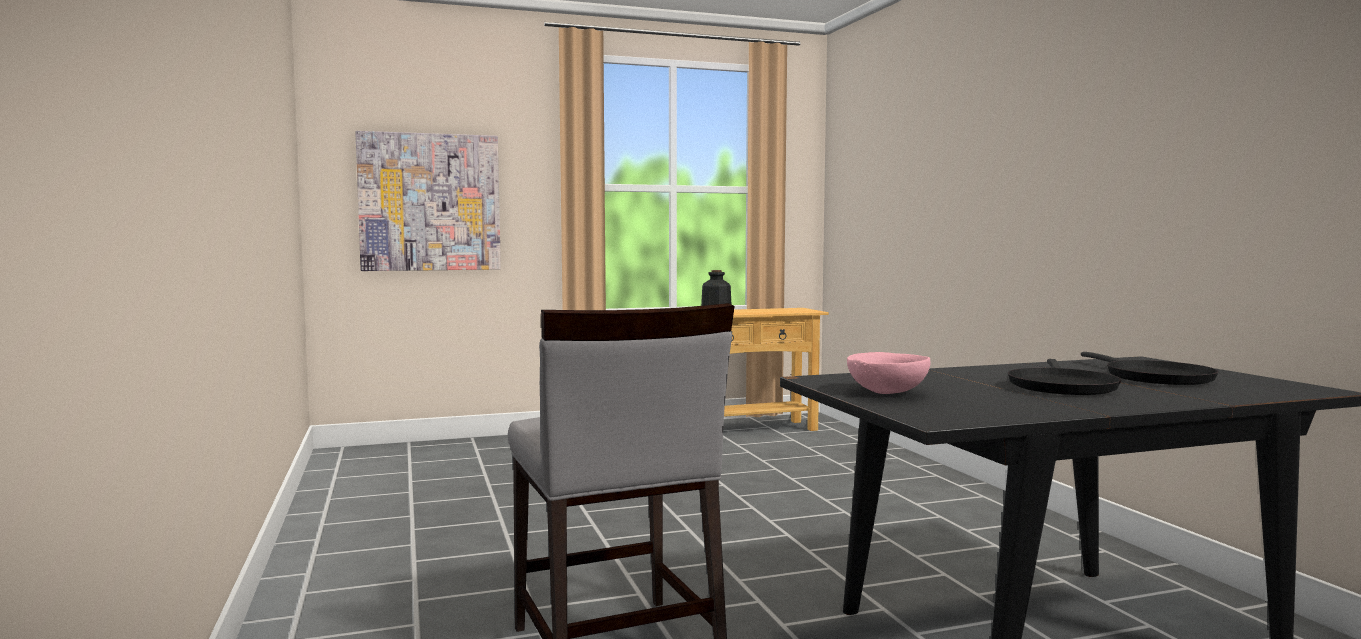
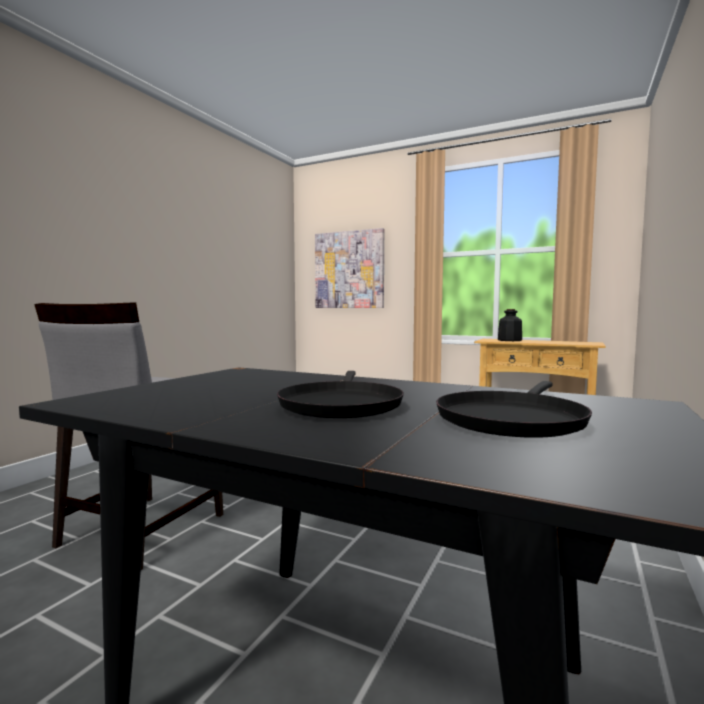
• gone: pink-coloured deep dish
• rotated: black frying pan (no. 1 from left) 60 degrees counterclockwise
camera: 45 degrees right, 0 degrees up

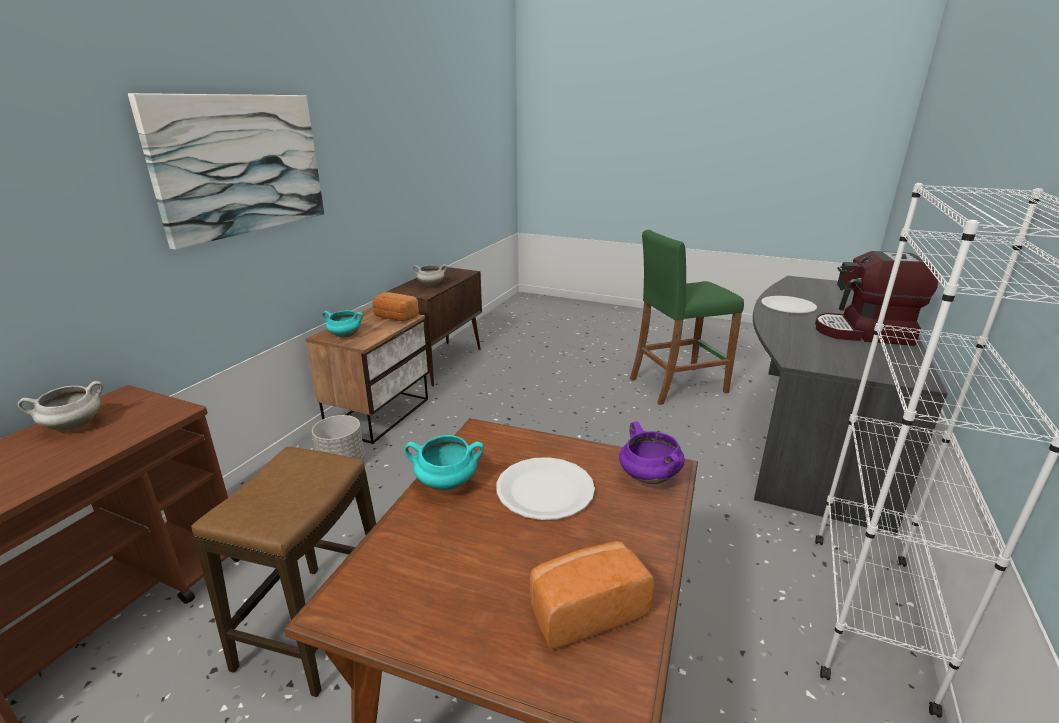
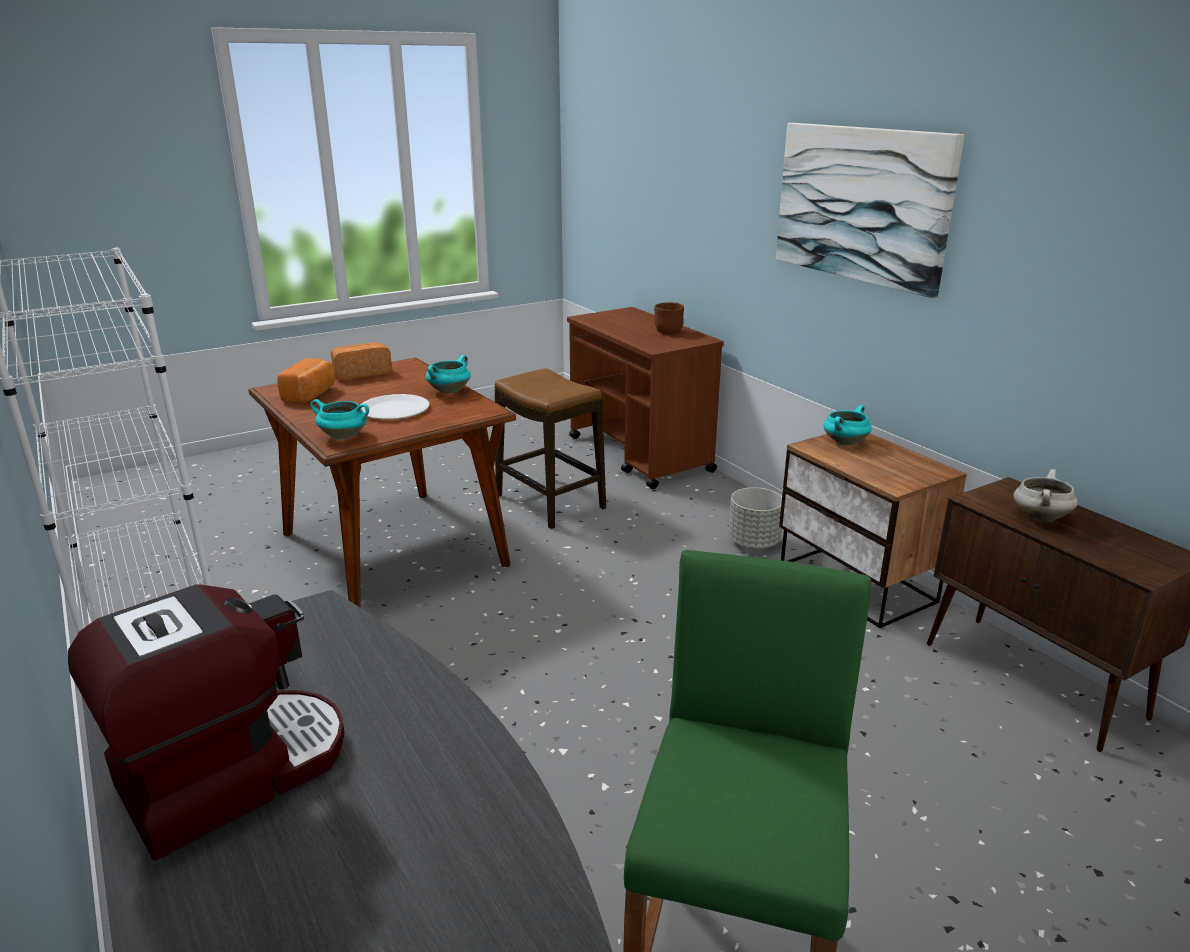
• shifted: bakery bread (no. 1 from left in the first image) to bakery bread (no. 2 from left)
• gone: whitish dinner plate (no. 2 from left)
• swapped: whitish saucepot (no. 1 from left) to brown-coloured deep dish
• repainted: purple-coloured saucepot to turquoise-coloured saucepot (no. 1 from left)
camera: 125 degrees right, 0 degrees up

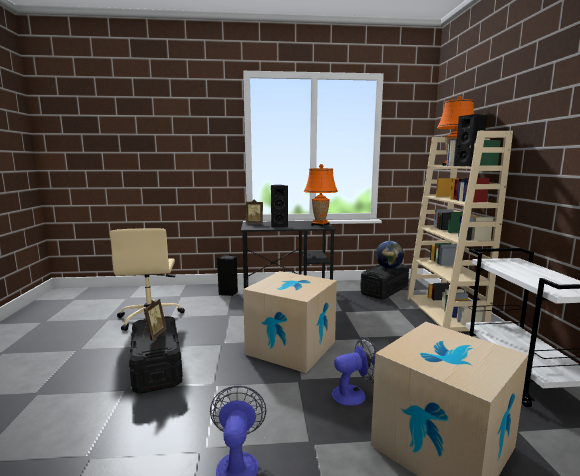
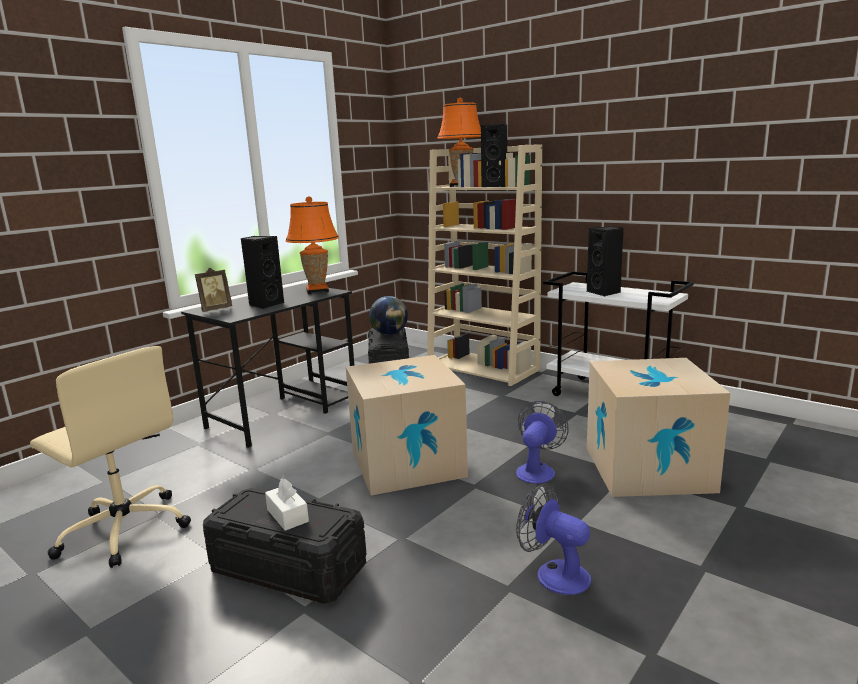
• shifted: black speaker (no. 1 from left in the first image) to black speaker (no. 3 from left)
• swapped: photo frame (no. 1 from left) to whitish tissue box
camera: 45 degrees left, 5 degrees up

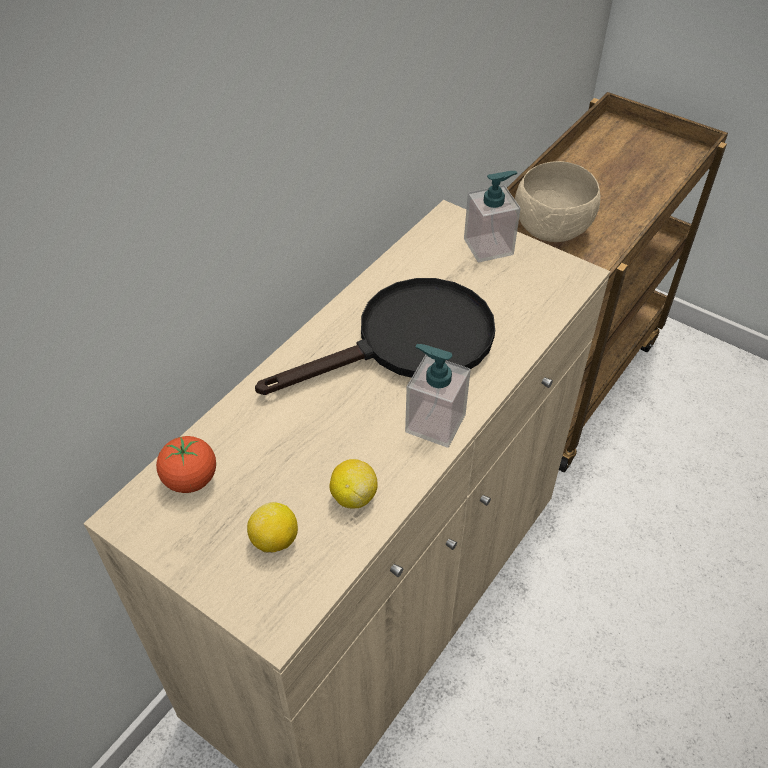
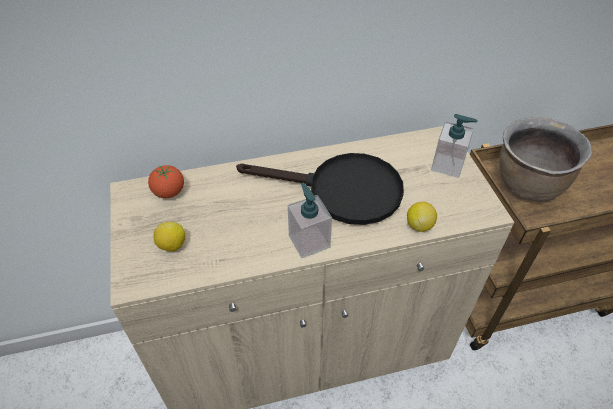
• swapped: beige deep dish to brown-coloured saucepot
• shifted: whole lemon (no. 2 from left)
camera: 40 degrees right, 0 degrees up

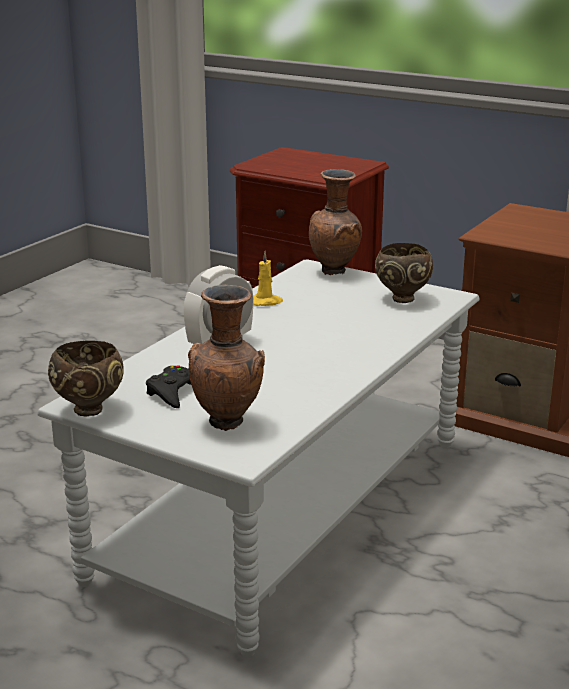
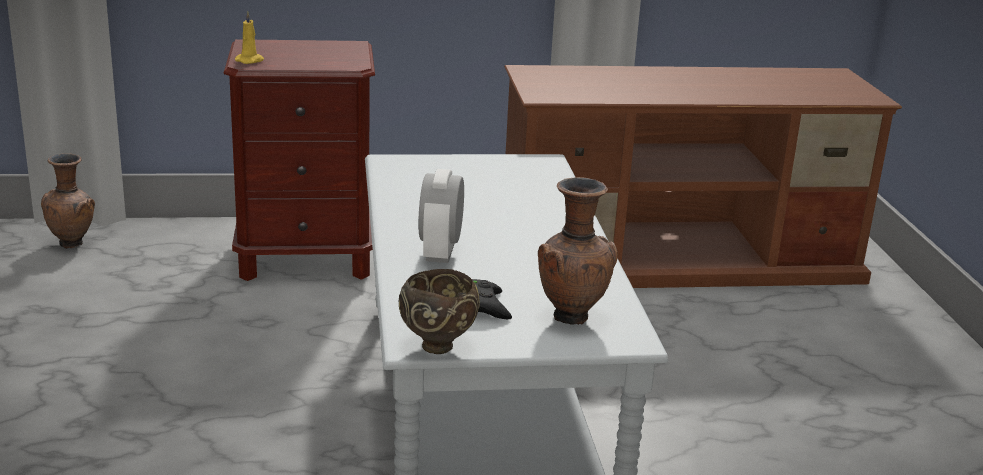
• shifted: brown-coloured vase (no. 2 from left in the first image) to brown-coloured vase (no. 1 from left)
• gone: brown-coloured deep dish (no. 2 from left)
• shifted: yellow candle
camera: 40 degrees left, 0 degrees up

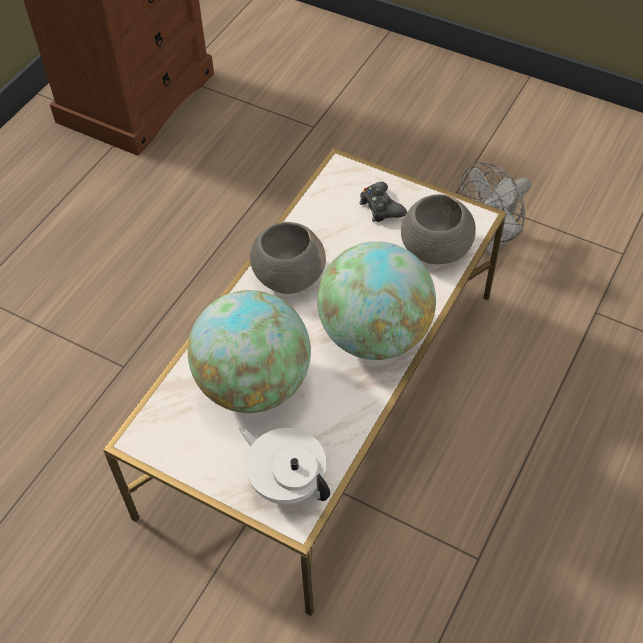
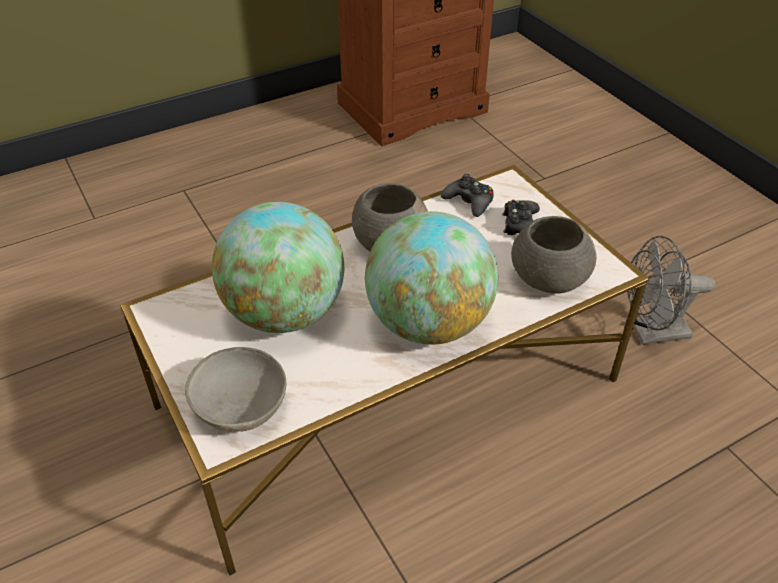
• swapped: whitish pot for tea to greyish deep dish (no. 1 from left)
• new: black joypad (no. 1 from left)
camera: 30 degrees right, 10 degrees down

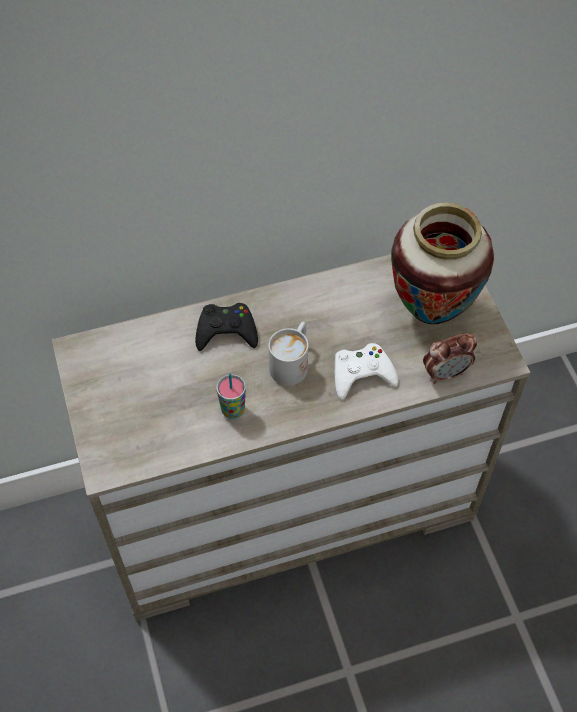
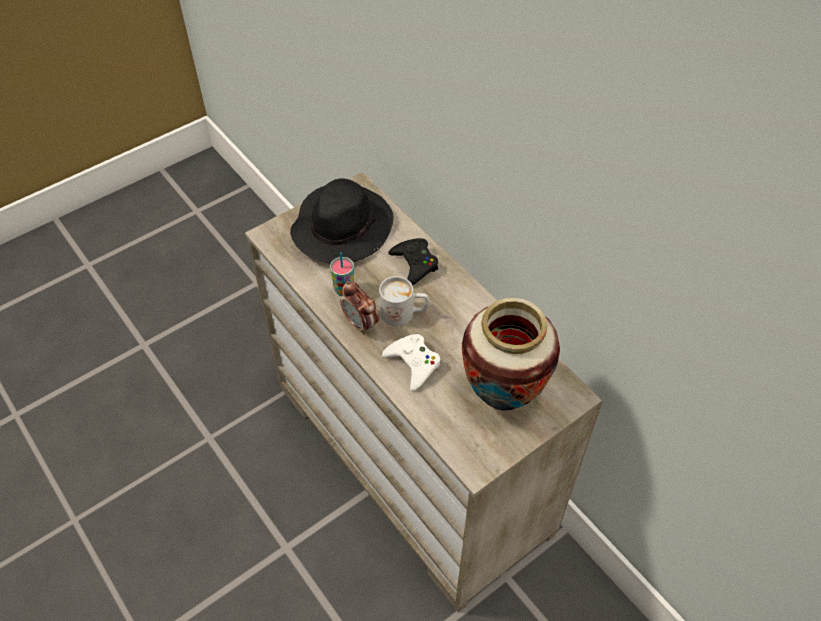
• shifted: table clock
• new: black hat
camera: 70 degrees right, 5 degrees down

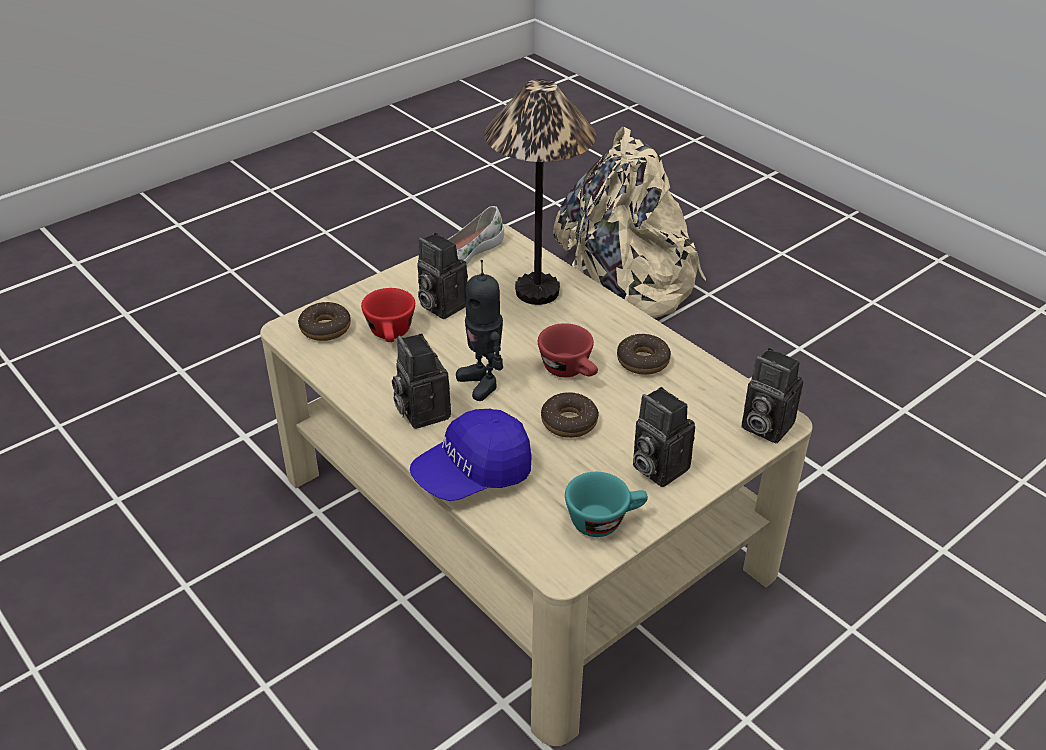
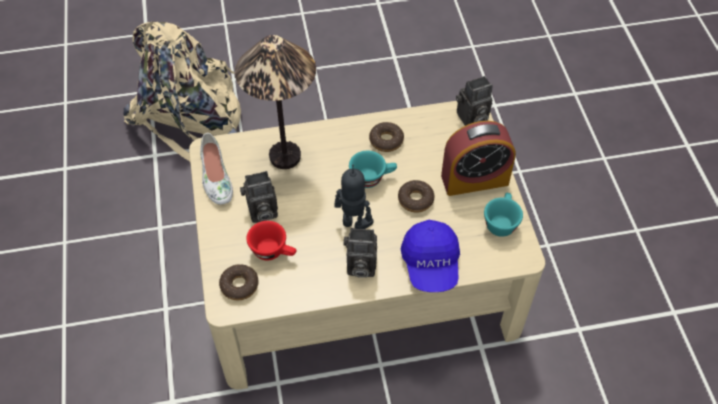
• rotated: toy robot 150 degrees counterclockwise
• repainted: red-coloured drinking cup (no. 2 from left) to turquoise-coloured drinking cup (no. 1 from left)
• swapped: still camera (no. 3 from left) to table clock
camera: 60 degrees left, 15 degrees up

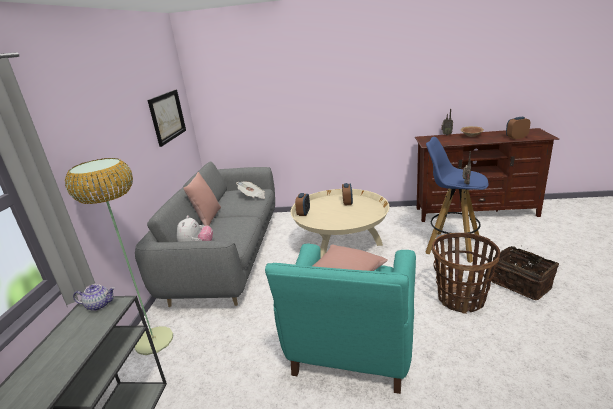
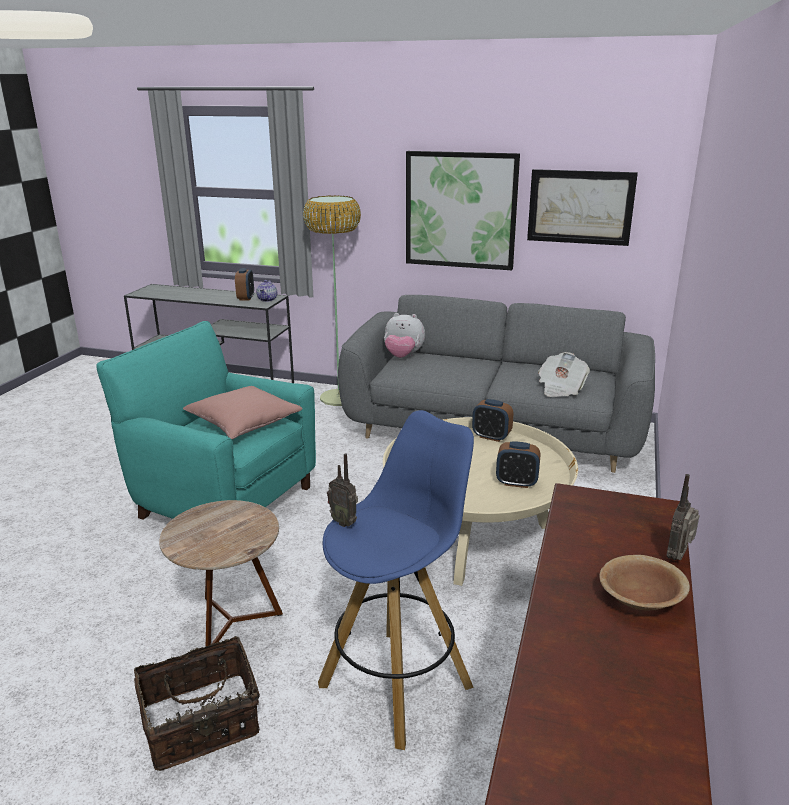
• shifted: table clock (no. 3 from left in the first image) to table clock (no. 1 from left)
• gone: pink-coloured cushion (no. 1 from left)
• swapped: household basket (no. 1 from left) to brown-coloured accent table
• new: wall art (no. 1 from left)
camera: 100 degrees right, 0 degrees up

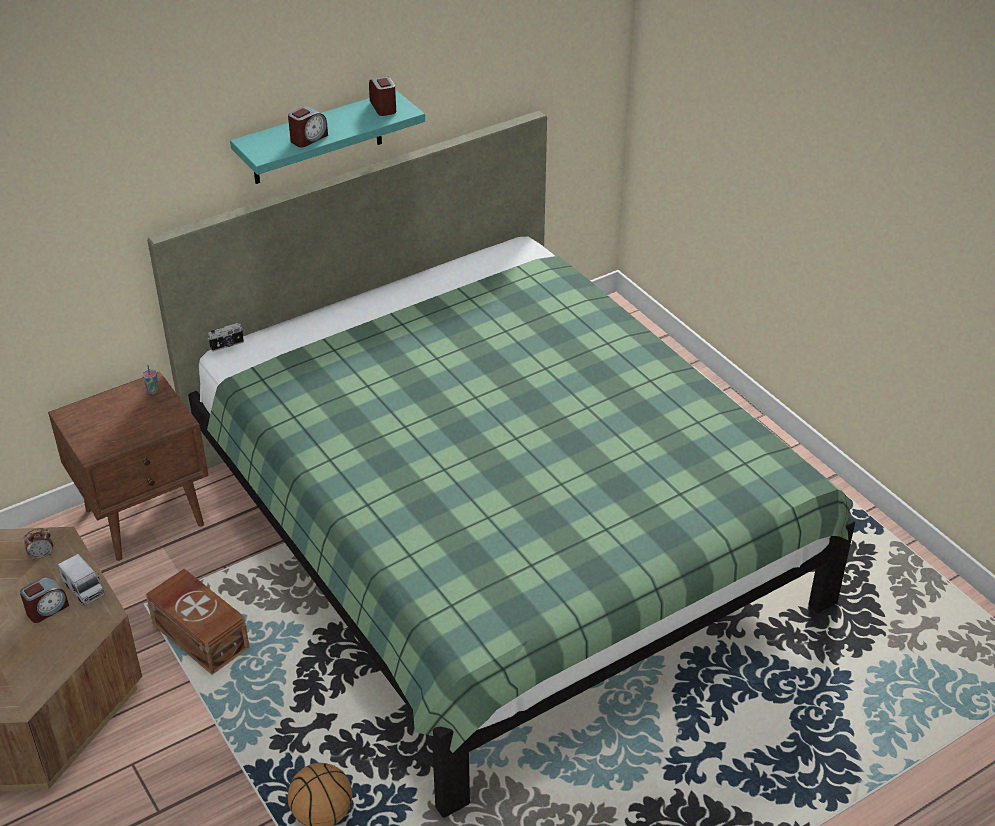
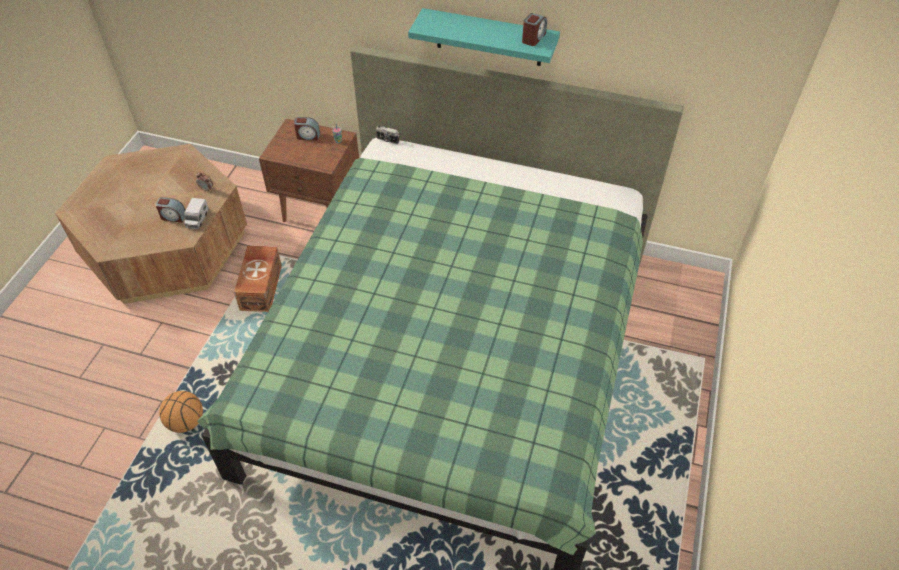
• shifted: table clock (no. 3 from left)
camera: 50 degrees right, 10 degrees up

